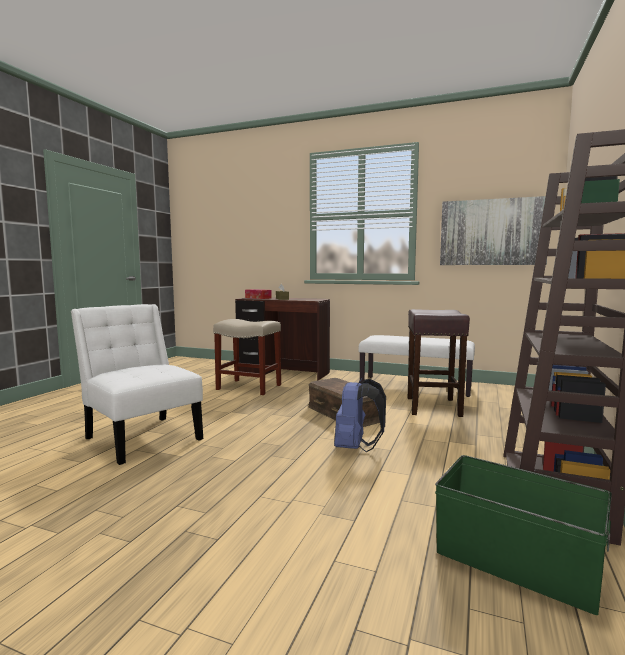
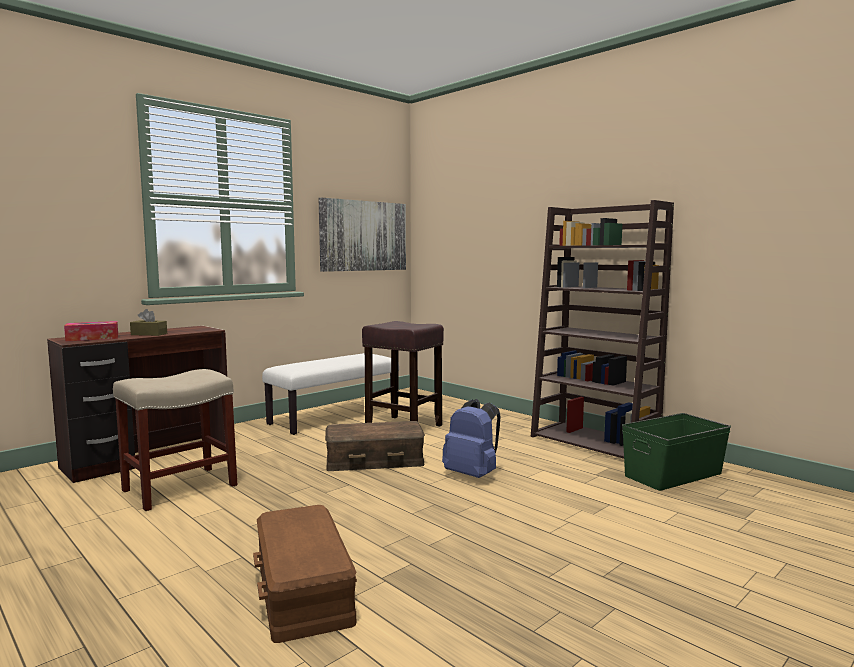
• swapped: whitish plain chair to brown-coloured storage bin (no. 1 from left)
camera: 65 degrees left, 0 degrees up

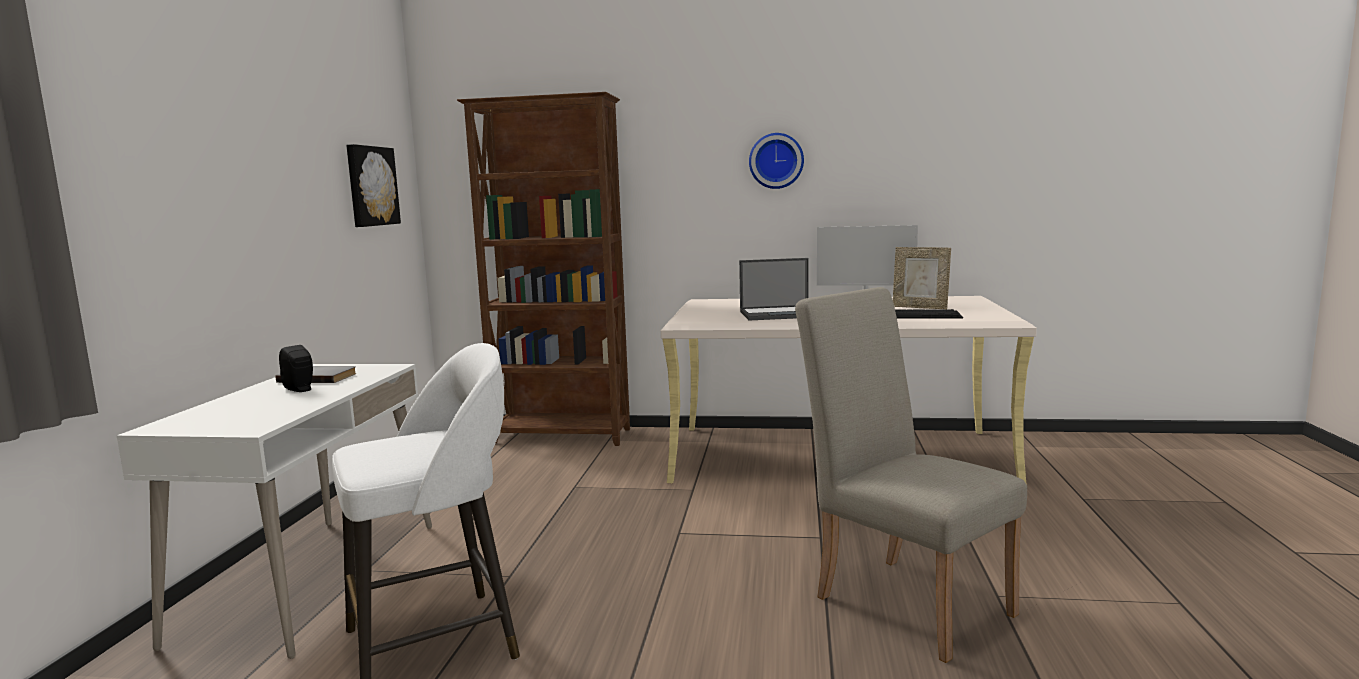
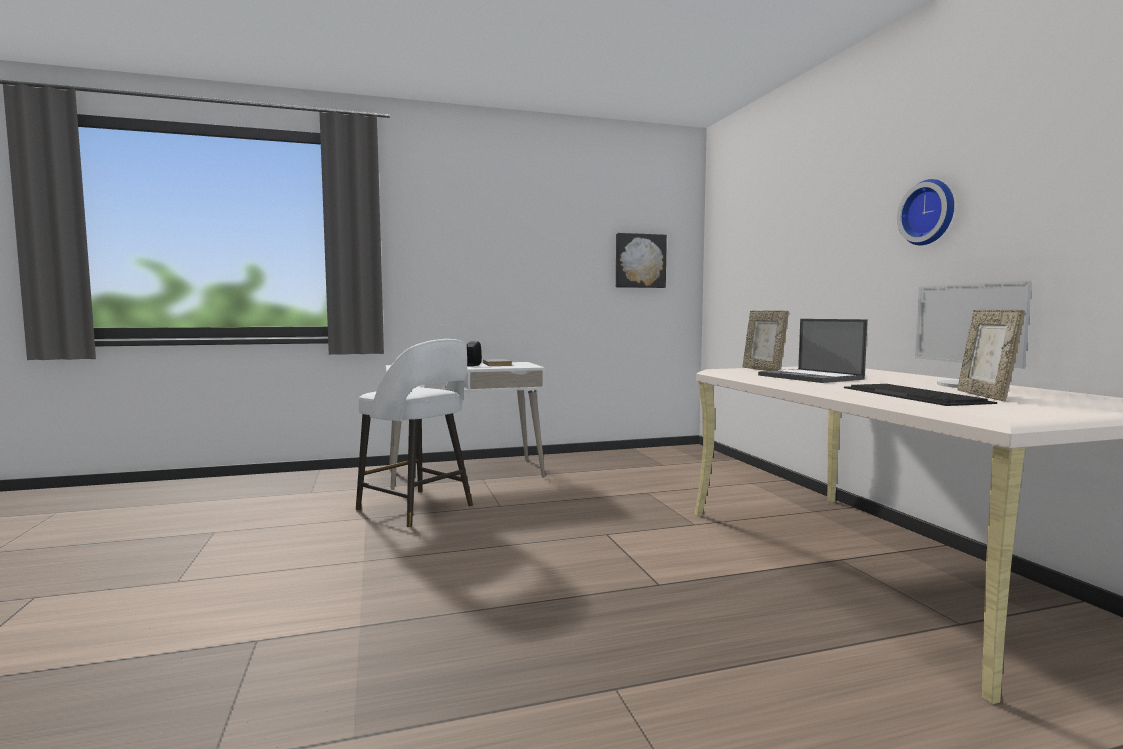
• gone: brown-coloured bookcase
• gone: beige plain chair
• new: photo frame (no. 1 from left)
camera: 65 degrees right, 5 degrees down

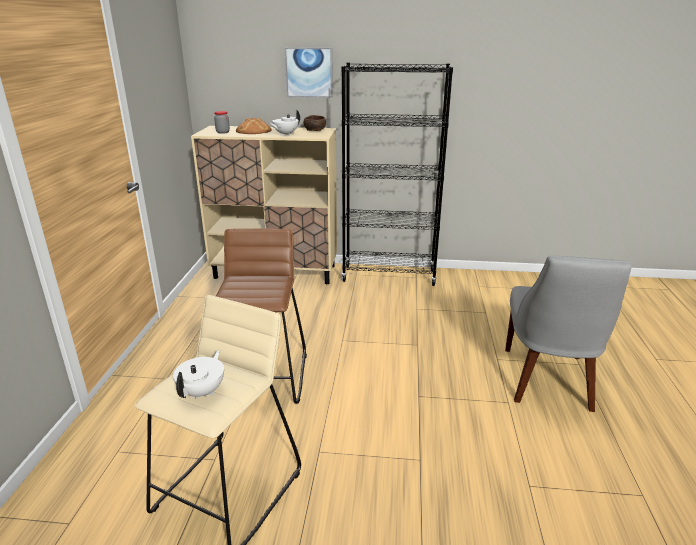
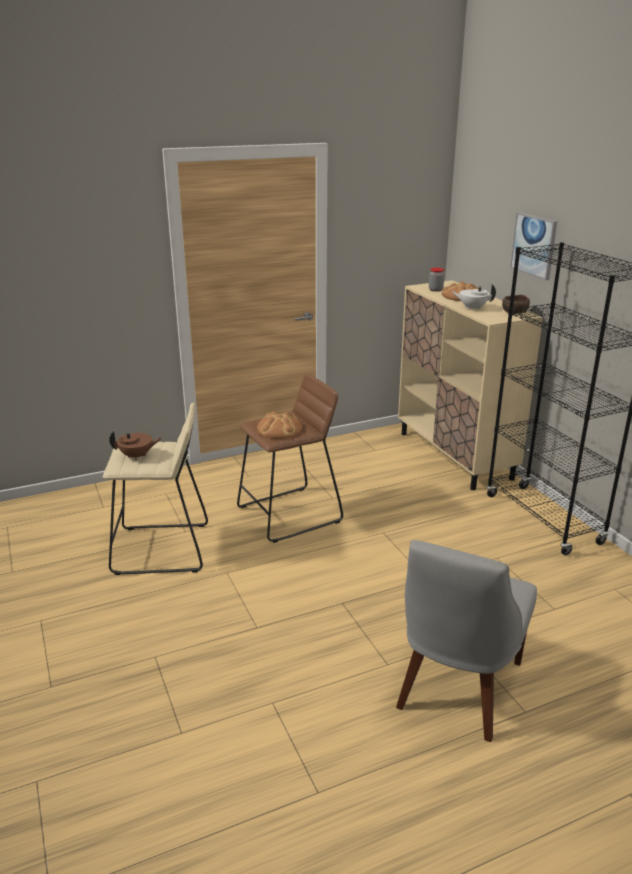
• rotated: greyish plain chair 45 degrees counterclockwise
• repainted: whitish pot for tea (no. 1 from left) to brown-coloured pot for tea
• new: bakery bread (no. 1 from left)
camera: 60 degrees right, 0 degrees up

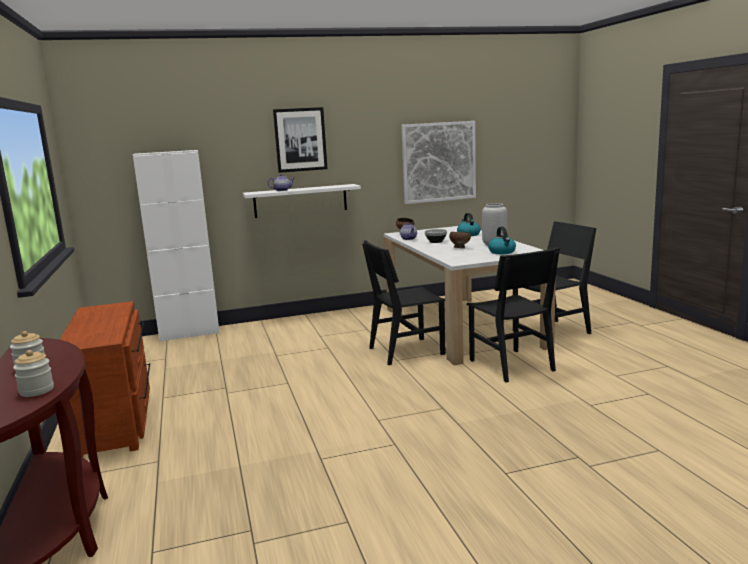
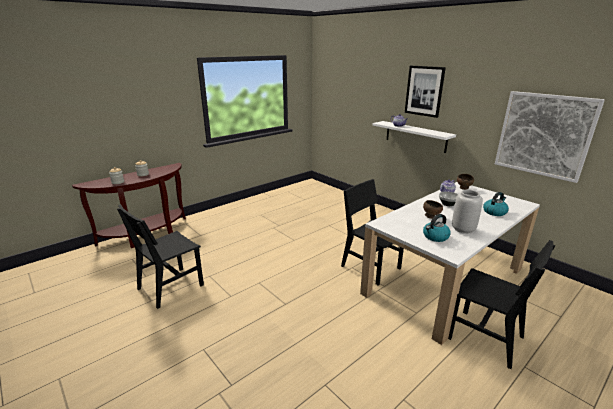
• gone: whitish cabinet
• shifted: black plain chair (no. 2 from left in the first image) to black plain chair (no. 1 from left)
• gone: brown-coloured dresser
camera: 65 degrees right, 10 degrees up

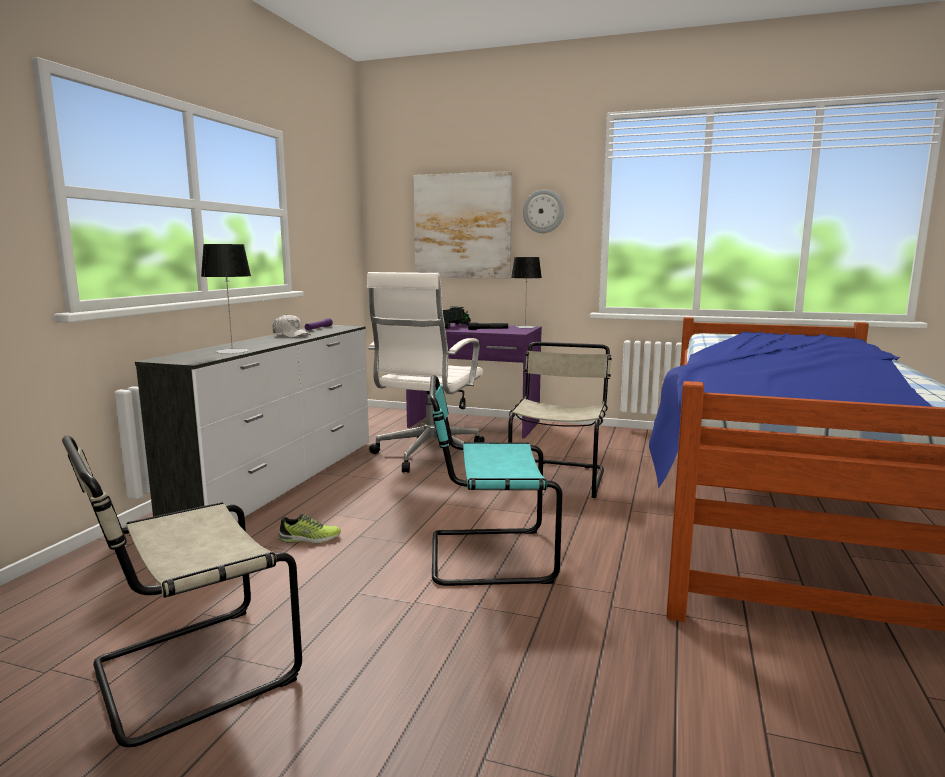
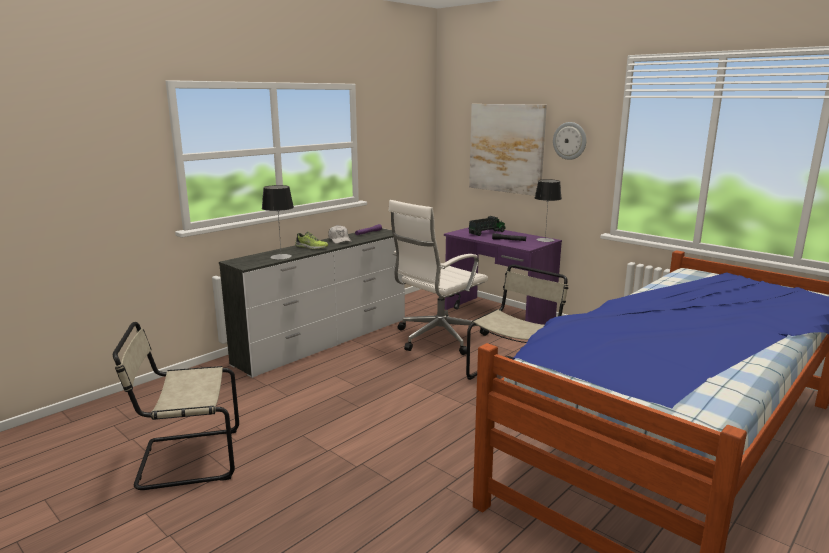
• gone: turquoise-coloured plain chair
• shifted: item of footwear
camera: 25 degrees right, 5 degrees up

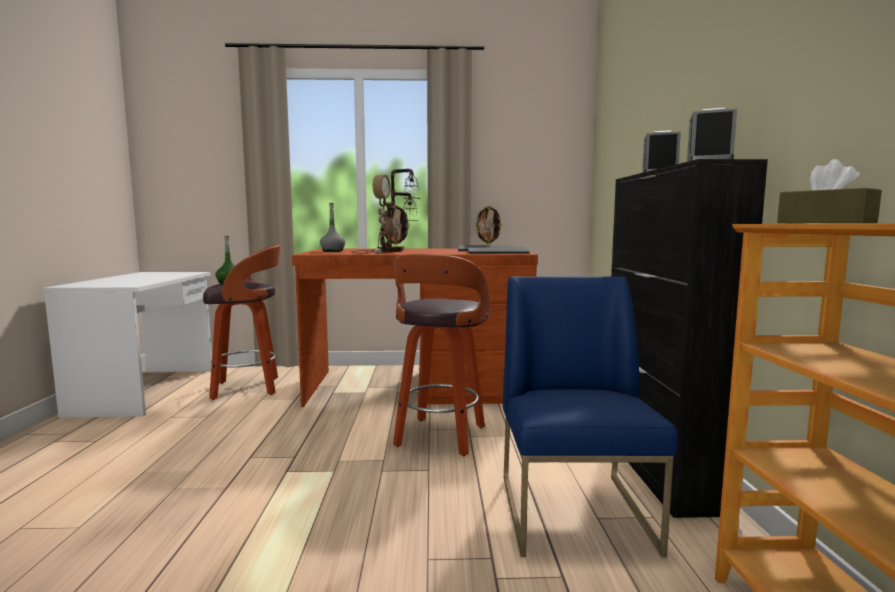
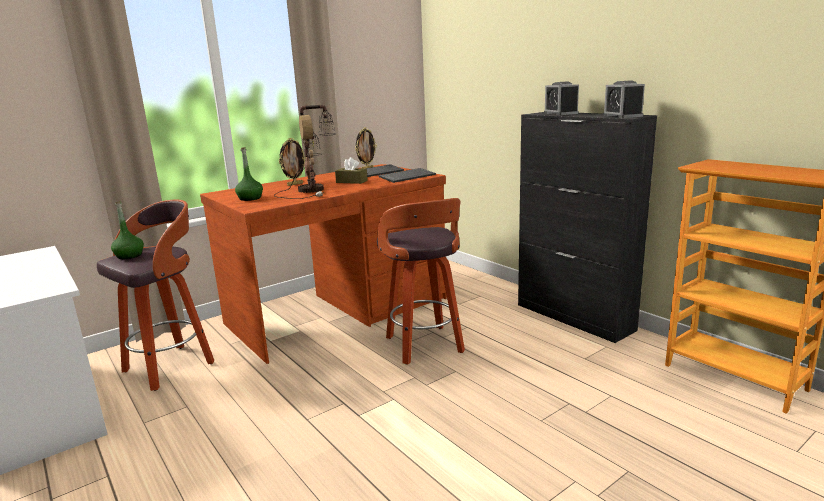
• shifted: brown-coloured tissue box
• repainted: greyish beverage bottle to green-coloured beverage bottle (no. 2 from left)
• gone: bluish plain chair
camera: 35 degrees left, 10 degrees up

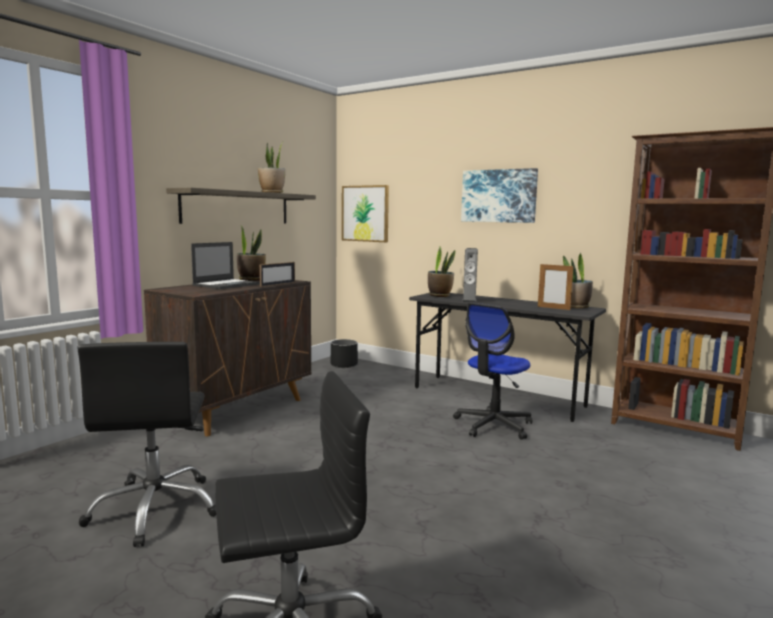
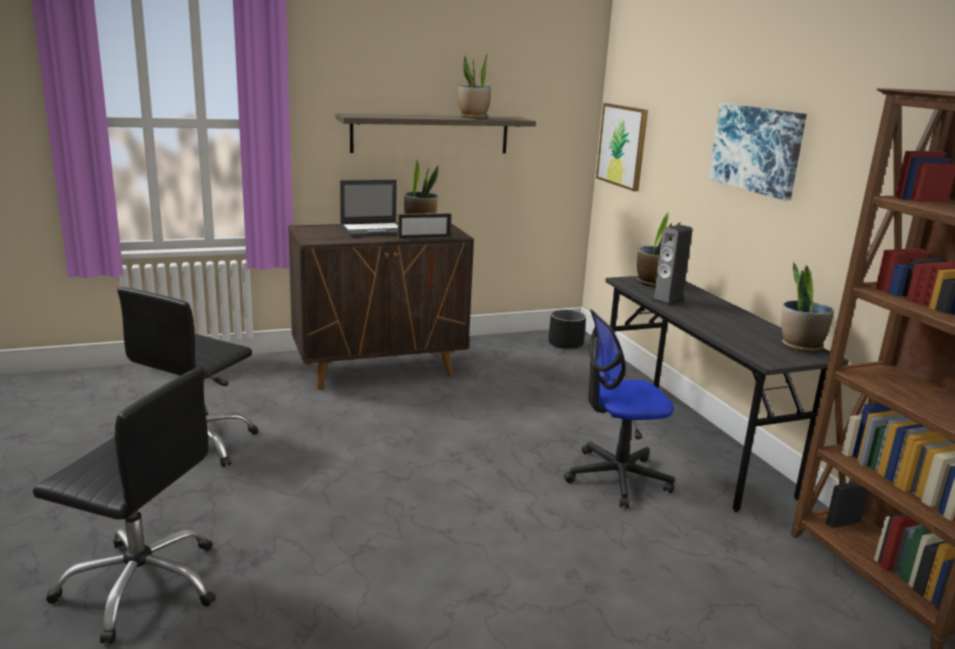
• gone: photo frame (no. 2 from left)
camera: 35 degrees right, 10 degrees up

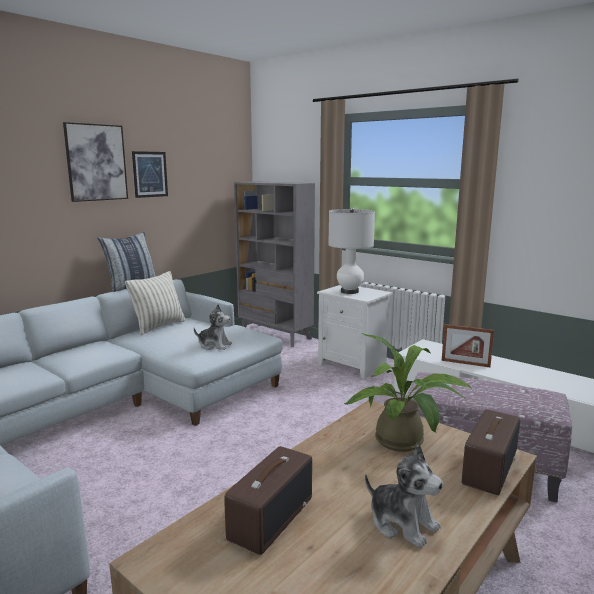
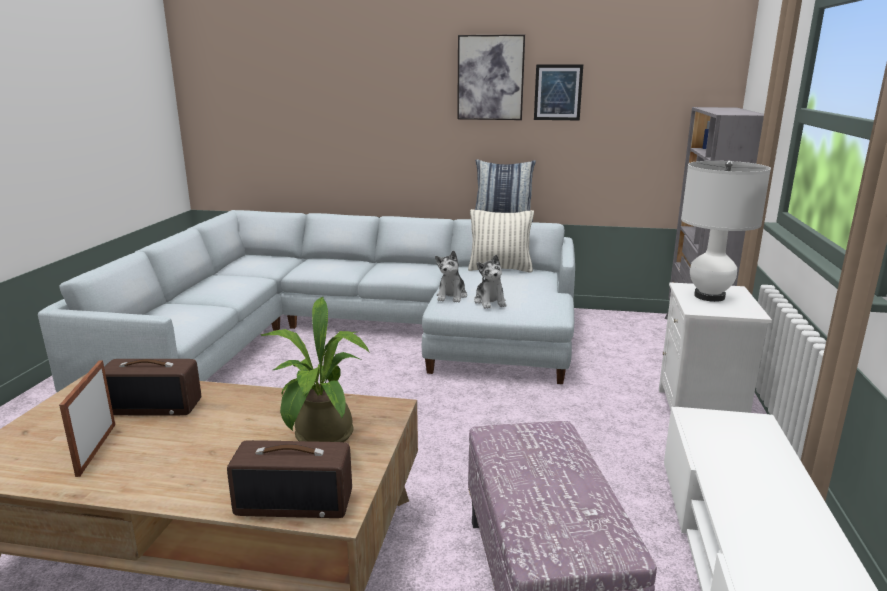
• shifted: photo frame
• shifted: soft toy (no. 2 from left in the first image) to soft toy (no. 1 from left)
camera: 60 degrees right, 5 degrees up

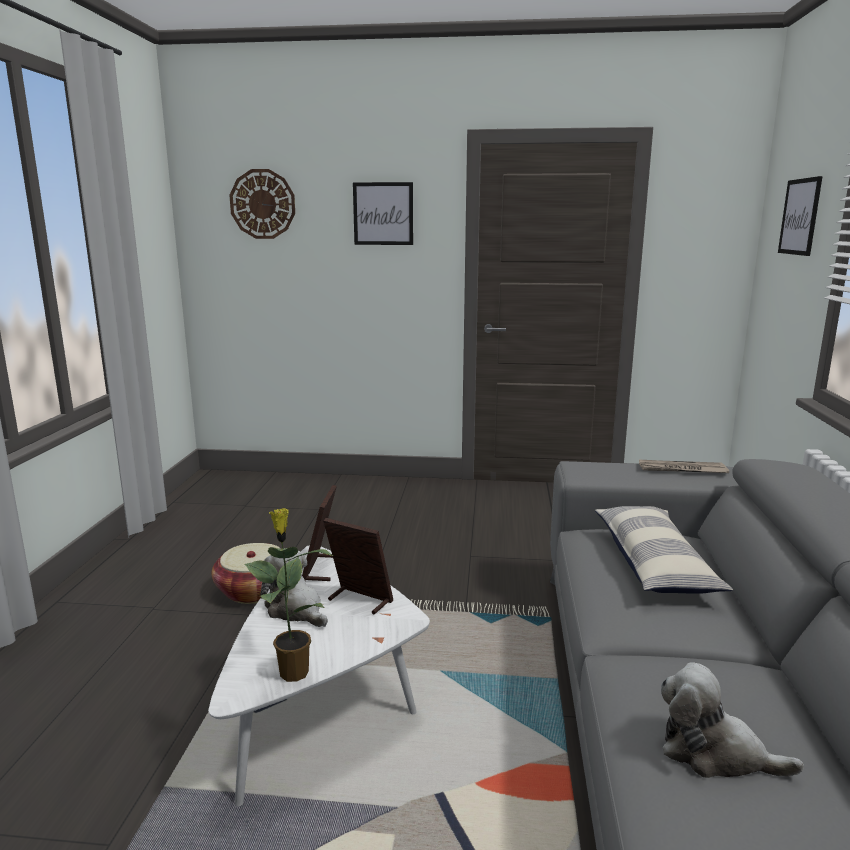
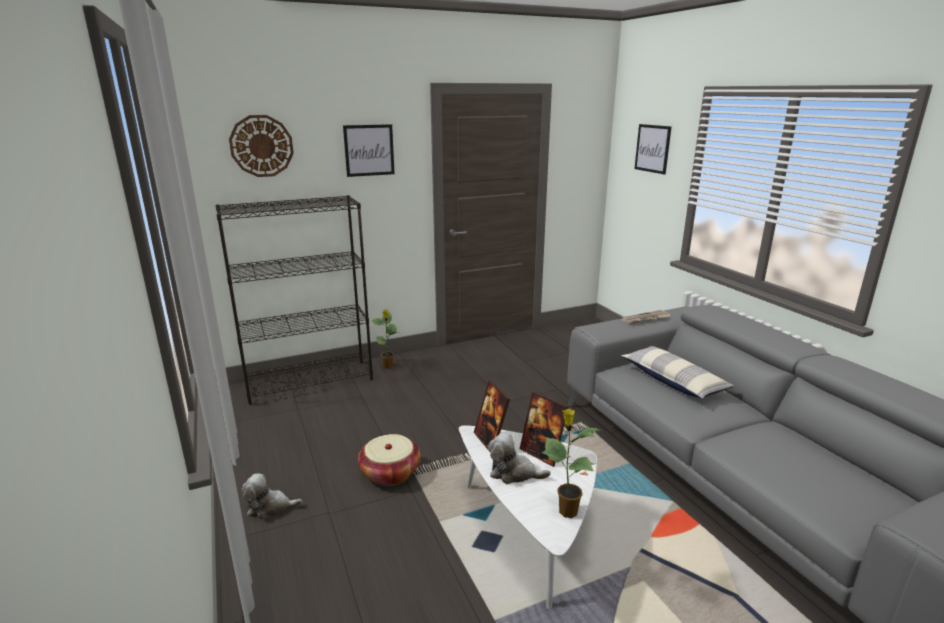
• rotated: photo frame (no. 2 from left) 135 degrees counterclockwise
• shifted: soft toy (no. 2 from left in the first image) to soft toy (no. 1 from left)
• new: black bookcase
• new: houseplant (no. 1 from left)
camera: 30 degrees left, 5 degrees up

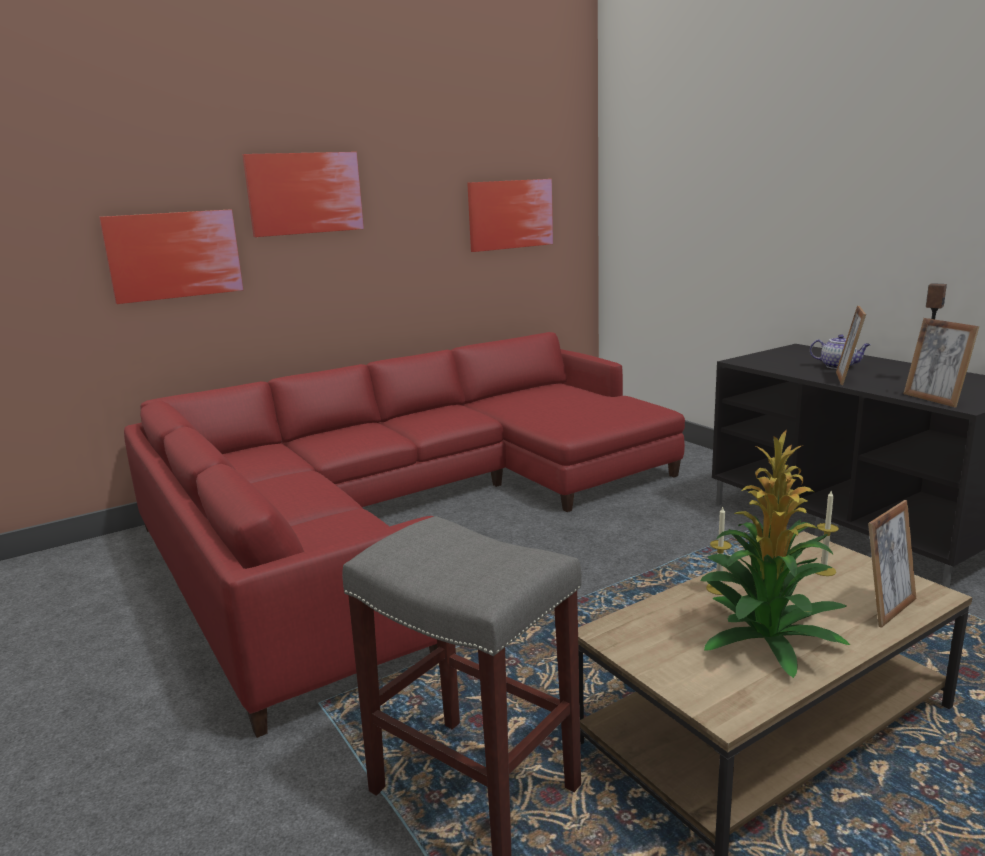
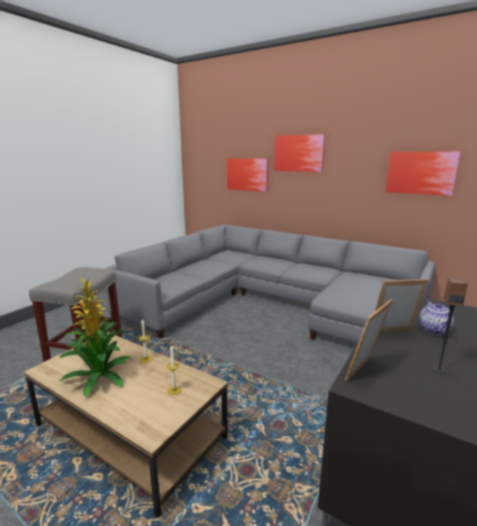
• repainted: red-coloured couch to greyish couch
• gone: photo frame (no. 2 from left)
camera: 65 degrees right, 0 degrees up

